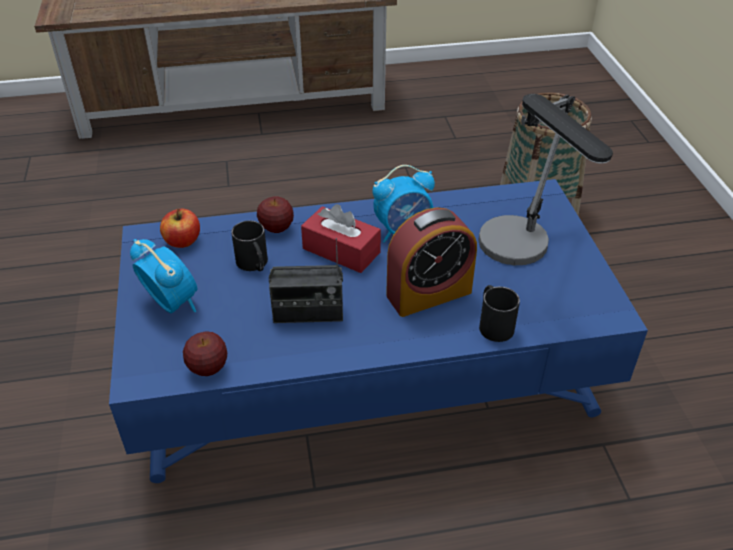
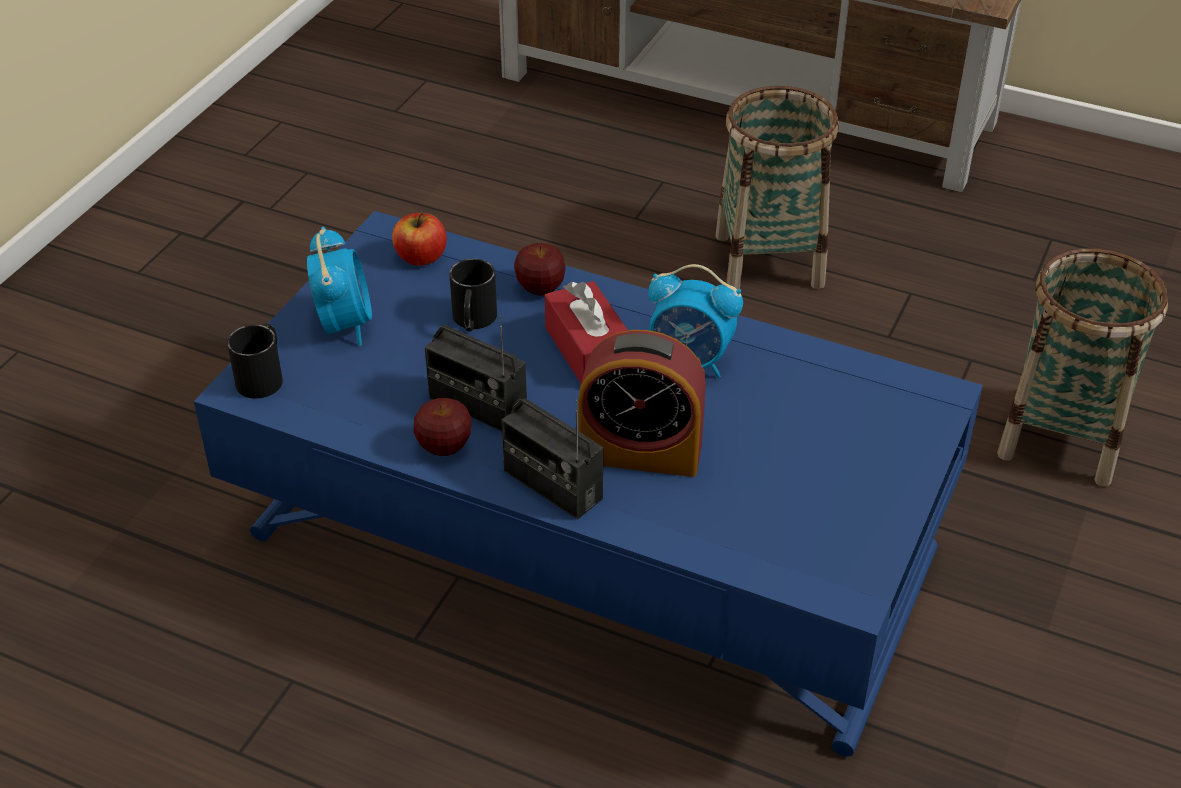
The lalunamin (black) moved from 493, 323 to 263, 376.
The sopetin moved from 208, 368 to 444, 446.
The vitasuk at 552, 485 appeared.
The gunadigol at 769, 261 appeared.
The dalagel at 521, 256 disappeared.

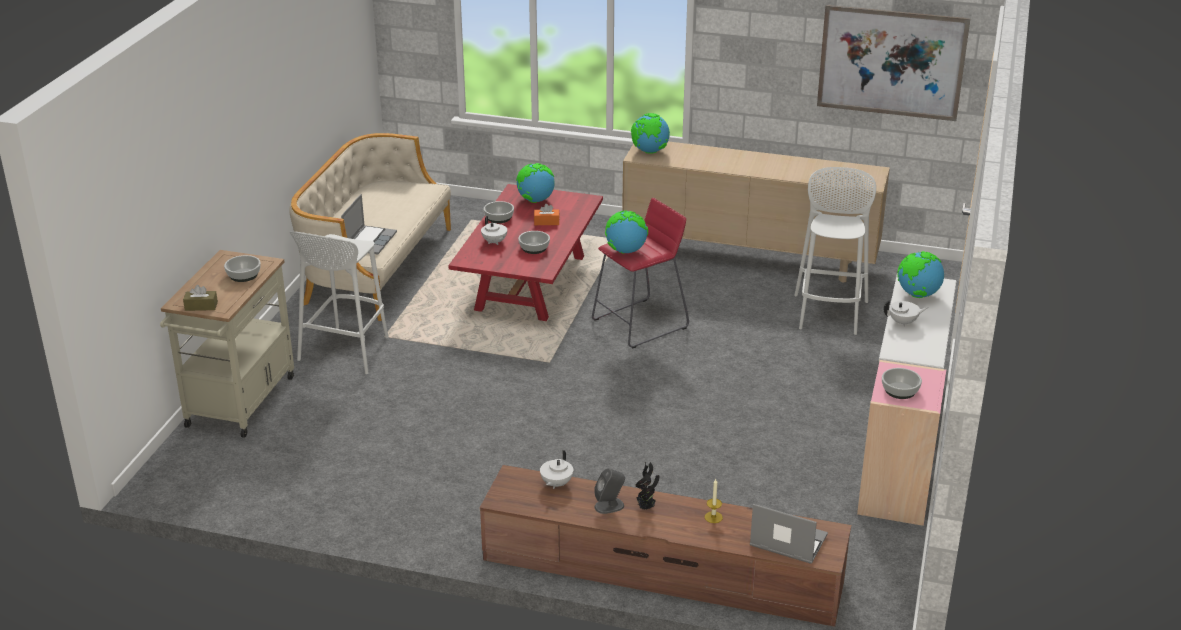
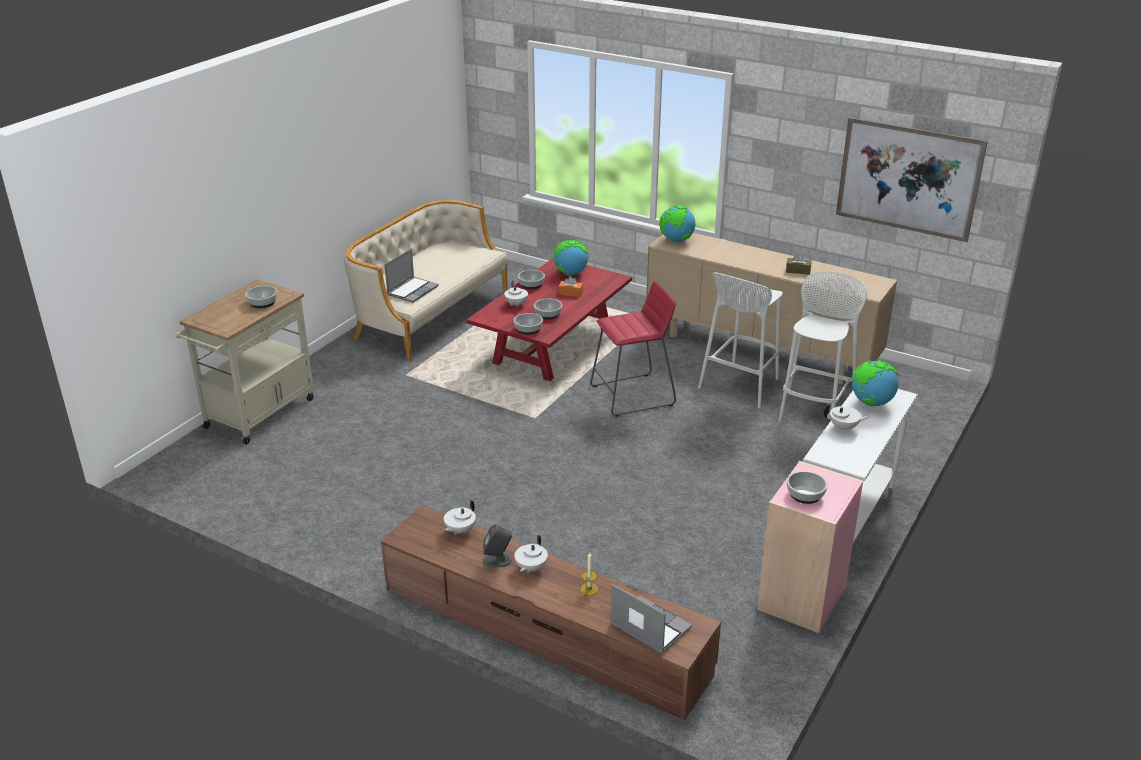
The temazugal at 528, 329 appeared.
The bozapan at 646, 508 was replaced by the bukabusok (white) at 530, 568.
The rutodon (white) moved from 346, 351 to 740, 385.
The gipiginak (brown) moved from 201, 306 to 798, 271.
The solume at 625, 251 disappeared.

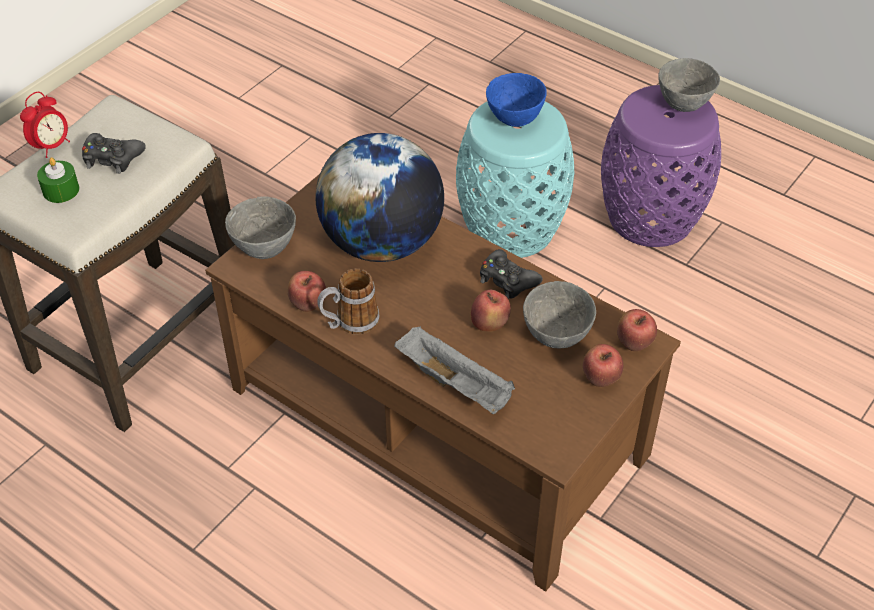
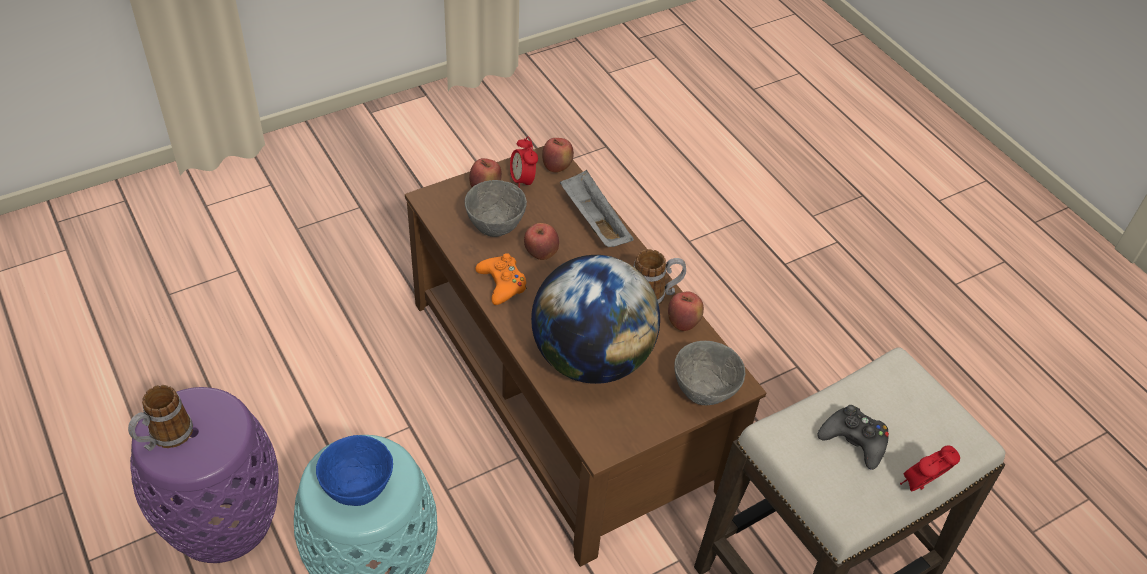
The temazugal (grey) at 683, 104 was replaced by the lalunamin at 165, 438.
The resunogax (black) at 507, 280 became the resunogax (orange) at 502, 284.
The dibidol at 522, 181 appeared.
The sopetin moved from 634, 344 to 557, 167.
The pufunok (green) at 61, 190 disappeared.

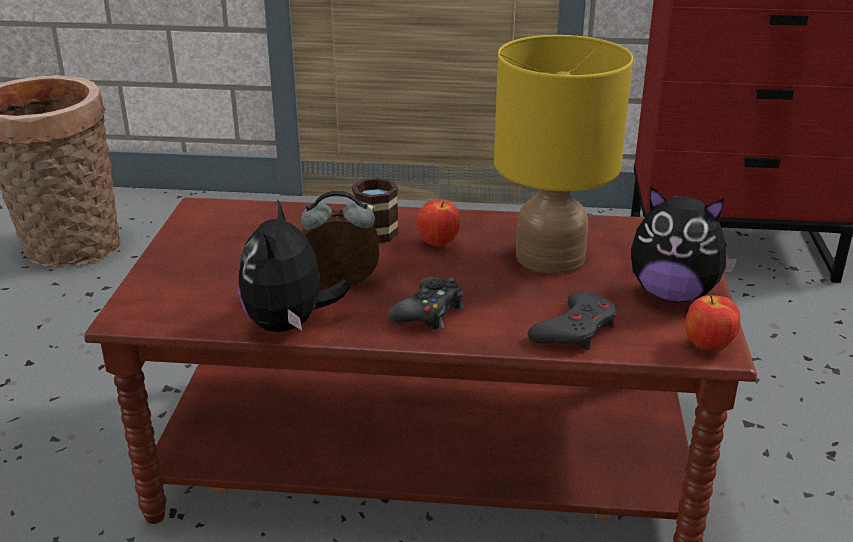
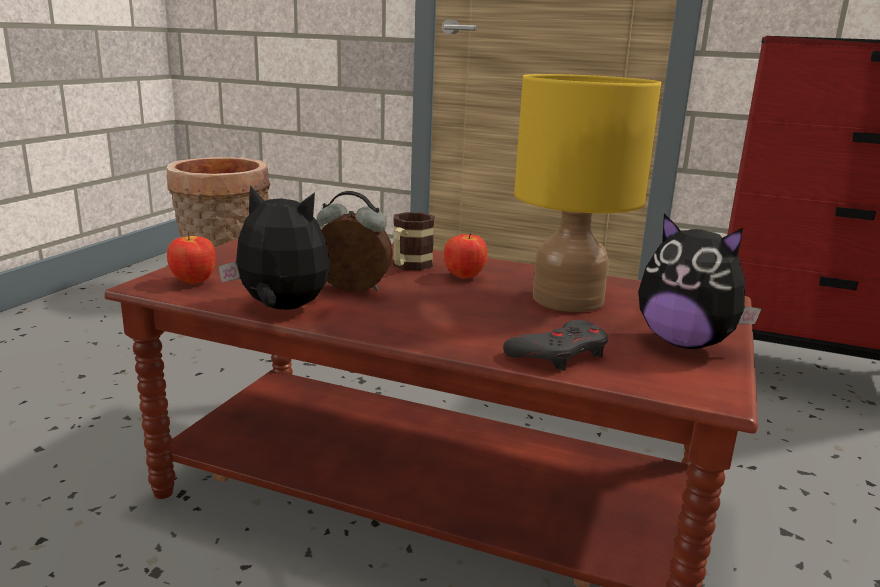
The sopetin moved from 708, 347 to 193, 282.
The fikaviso at 290, 325 turned 90 degrees clockwise.
The resunogax (black) at 428, 312 disappeared.

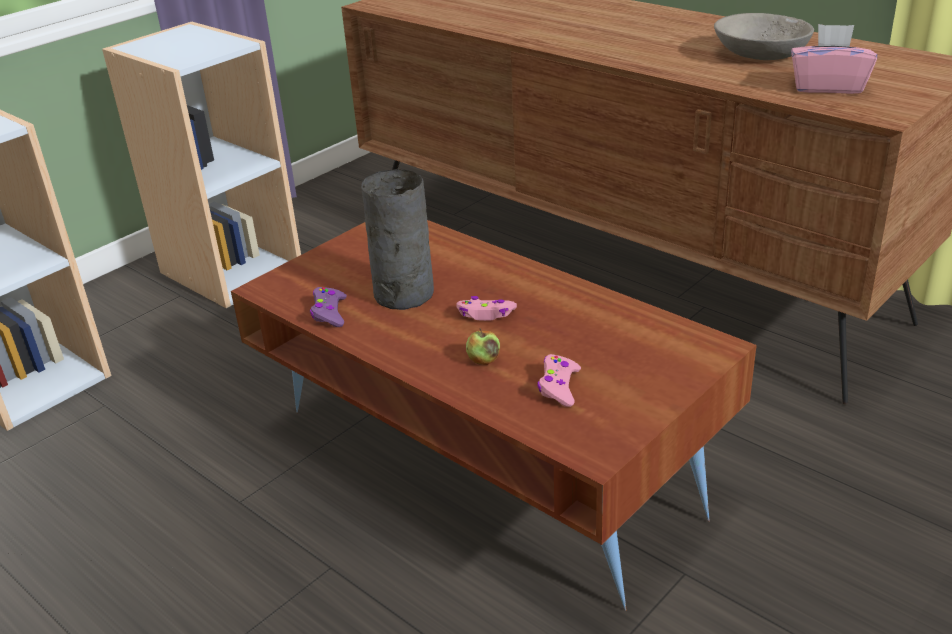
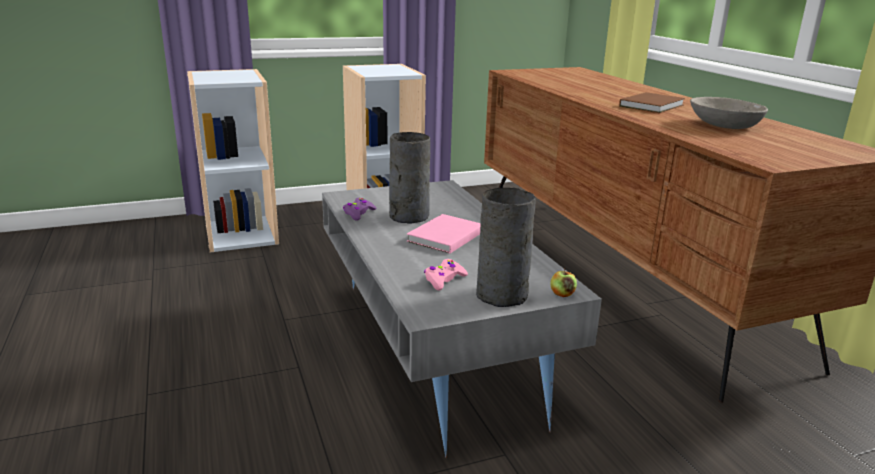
The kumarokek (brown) at 487, 461 became the kumarokek (grey) at 436, 348.
The resunogax (pink) at 486, 314 was replaced by the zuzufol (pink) at 444, 237.
The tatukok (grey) at 503, 295 appeared.
The sopetin moved from 483, 360 to 562, 294.
The zuzufol (brown) at 653, 105 appeared.
The gipiginak (pink) at 827, 86 disappeared.

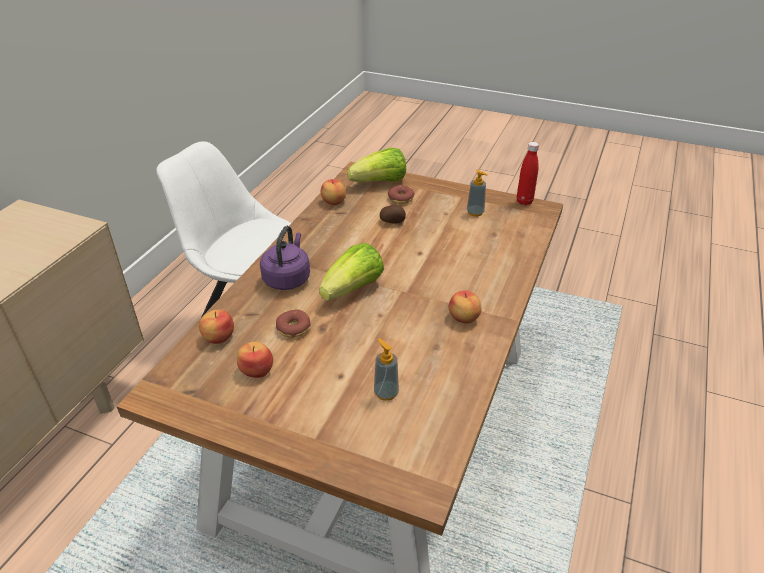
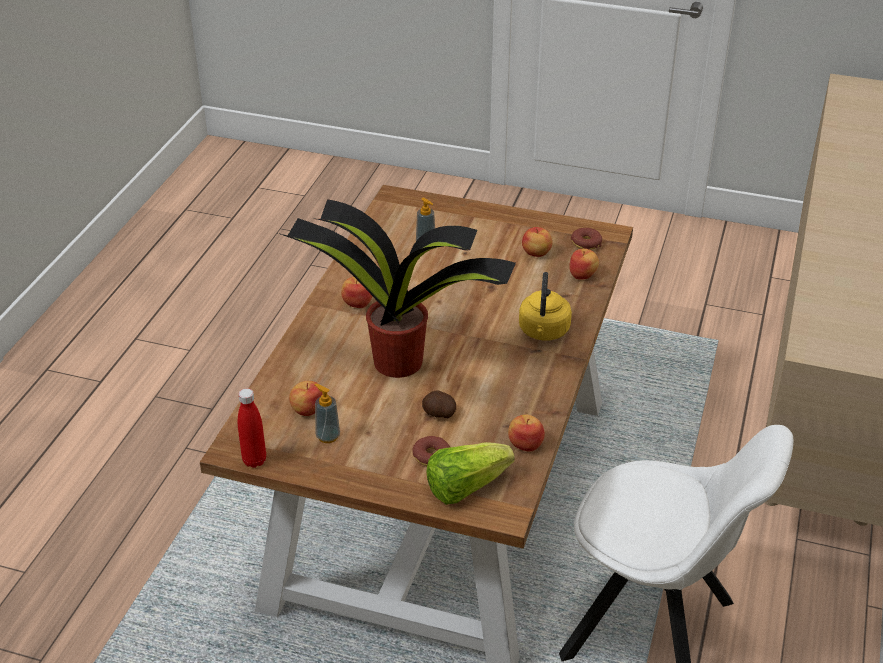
The bozapan at 395, 360 appeared.
The sopetin at 307, 409 appeared.
The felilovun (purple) at 287, 278 became the felilovun (yellow) at 543, 332.
The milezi moved from 293, 328 to 586, 243.
The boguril at 353, 289 disappeared.

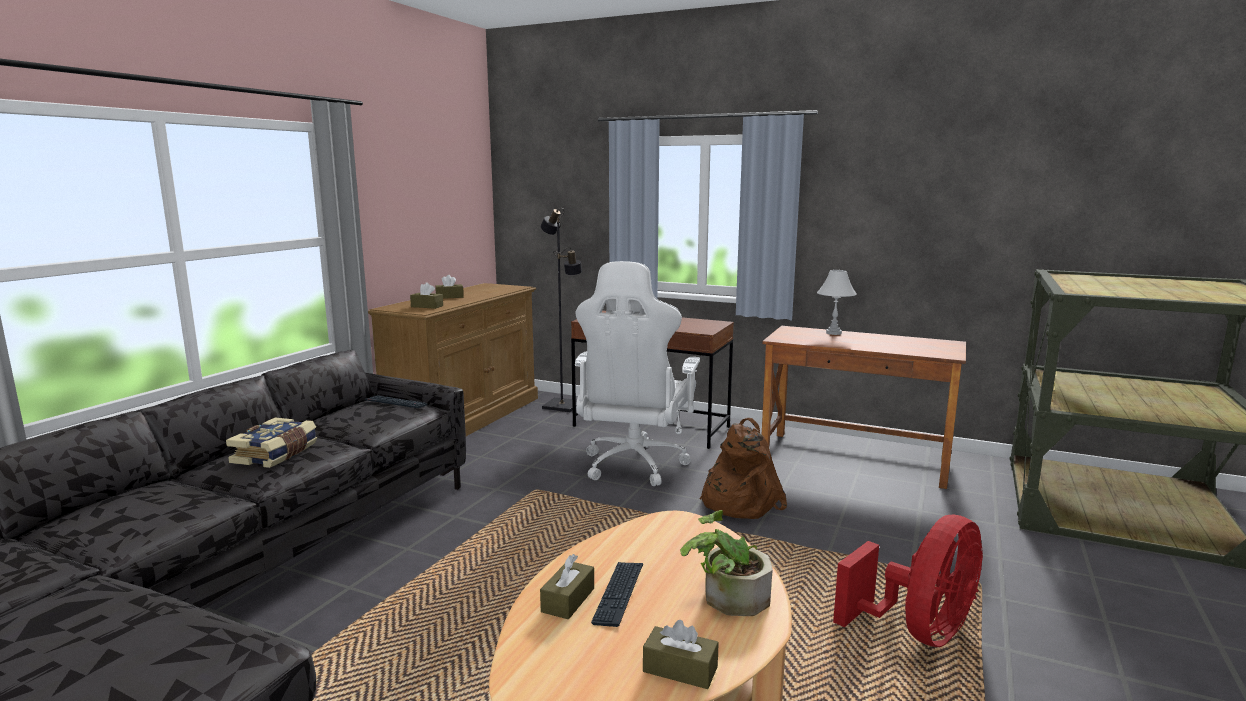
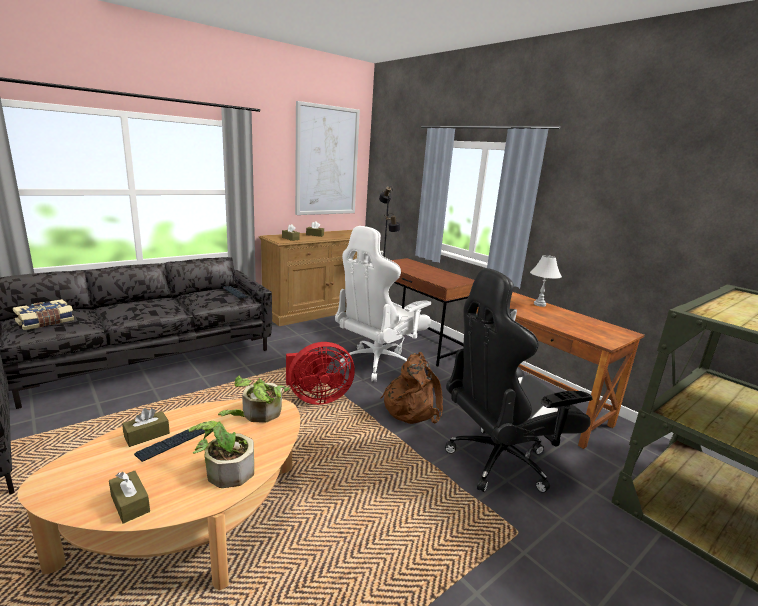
The zuzufol moved from 276, 454 to 46, 322.
The bozapan at 262, 415 appeared.
The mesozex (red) moved from 919, 632 to 317, 398.
The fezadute at 326, 161 appeared.
The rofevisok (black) at 503, 460 appeared.

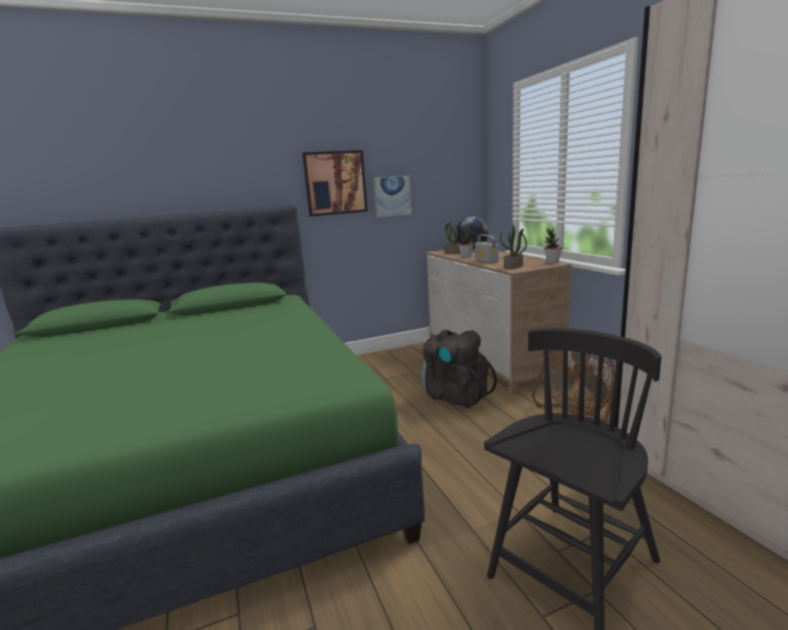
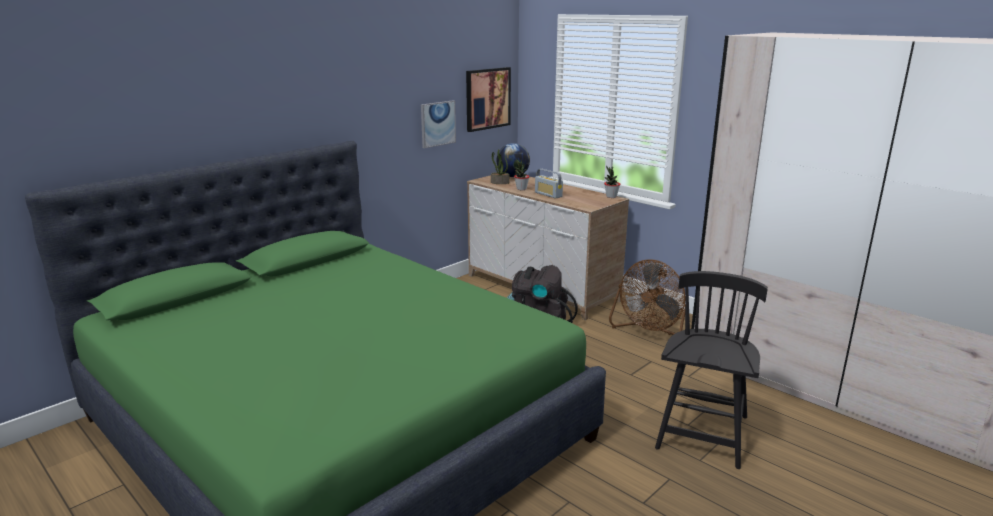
The fezadute moved from 335, 183 to 487, 98.
The bozapan at 513, 267 disappeared.

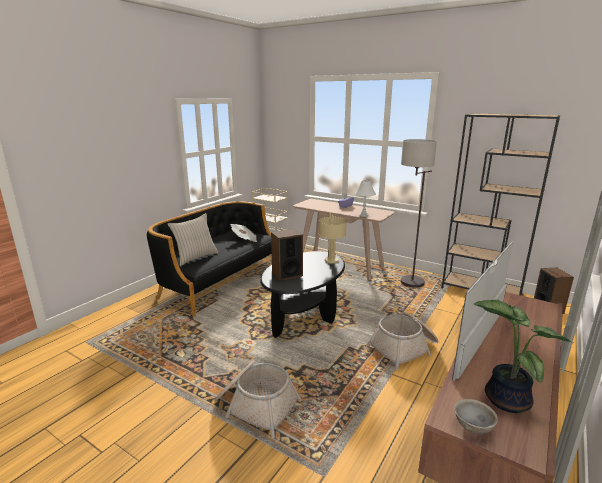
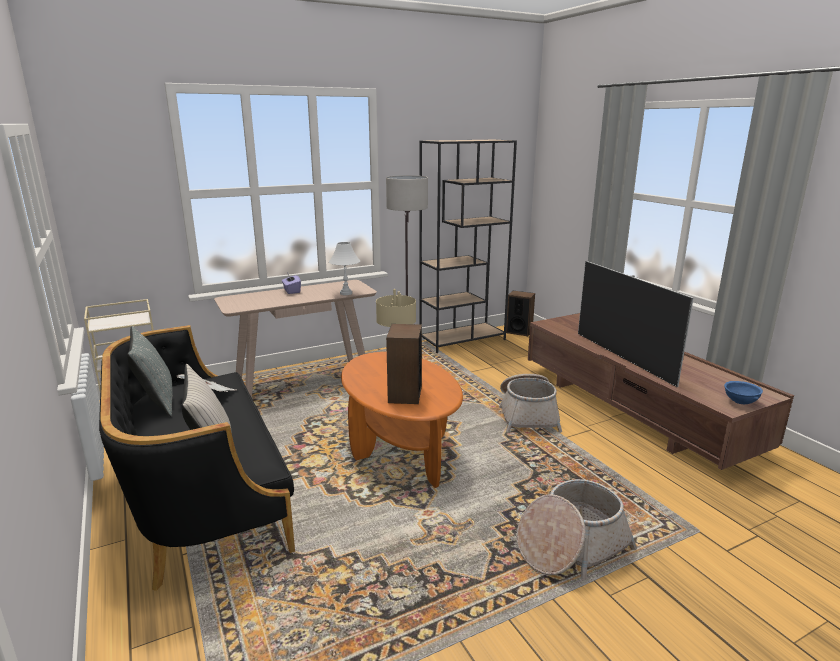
The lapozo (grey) at 156, 402 appeared.
The kumarokek (black) at 304, 314 became the kumarokek (orange) at 400, 448.
The temazugal (grey) at 472, 427 became the temazugal (blue) at 740, 402.
The bozapan at 504, 398 disappeared.

